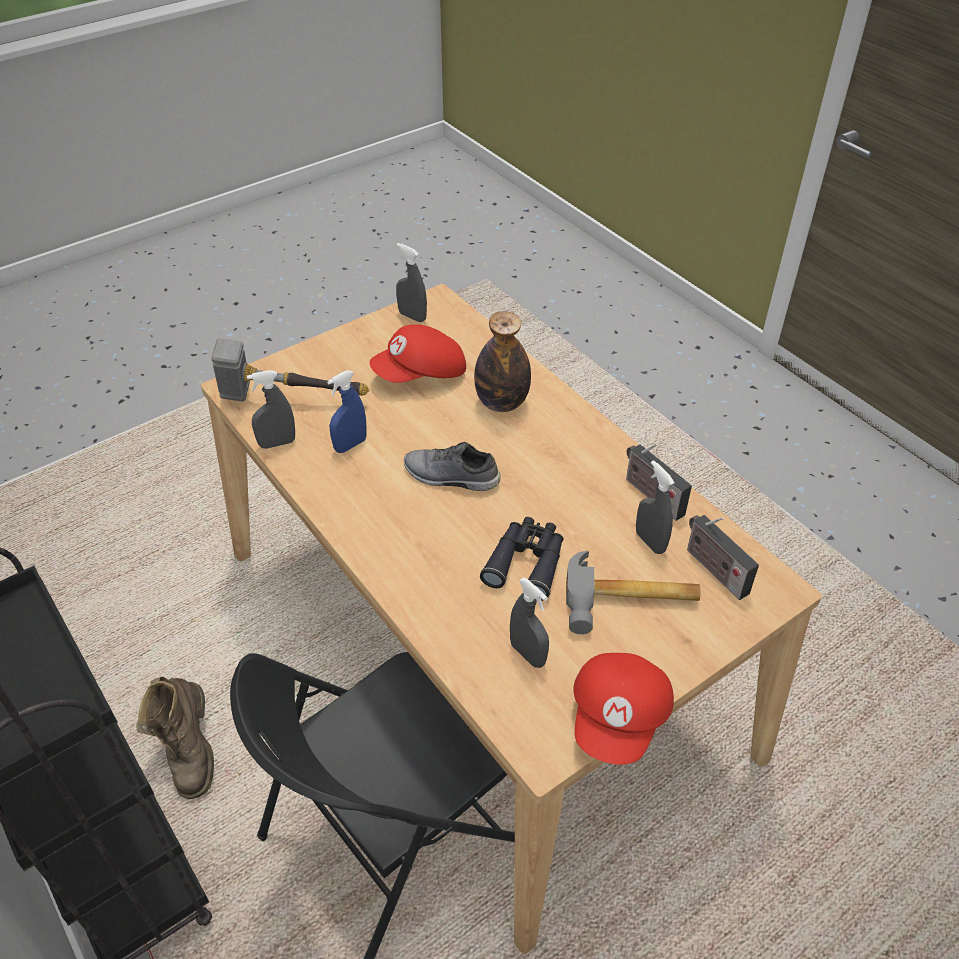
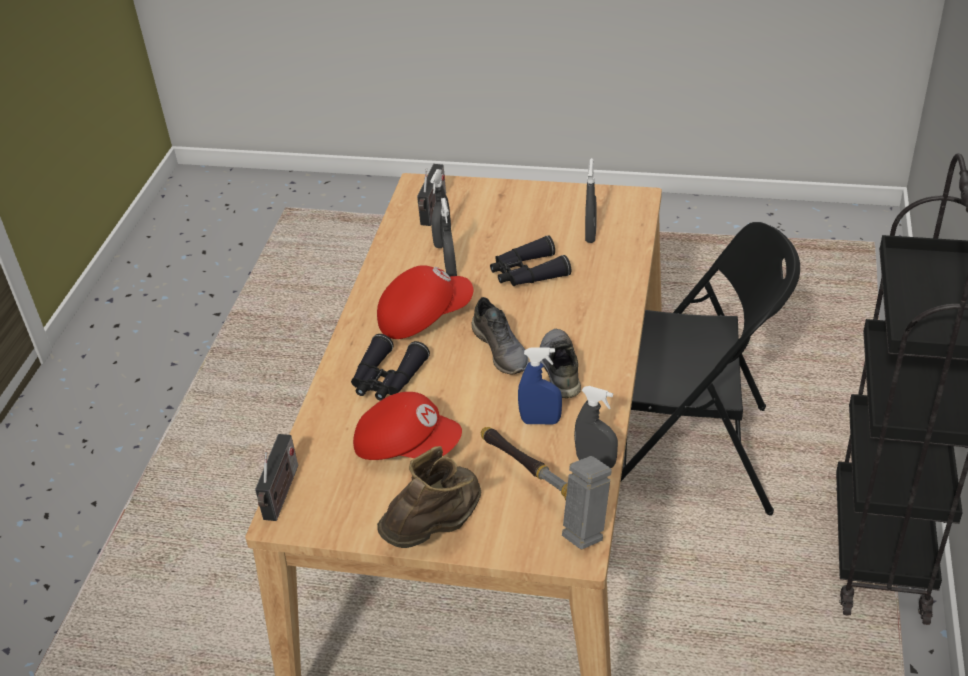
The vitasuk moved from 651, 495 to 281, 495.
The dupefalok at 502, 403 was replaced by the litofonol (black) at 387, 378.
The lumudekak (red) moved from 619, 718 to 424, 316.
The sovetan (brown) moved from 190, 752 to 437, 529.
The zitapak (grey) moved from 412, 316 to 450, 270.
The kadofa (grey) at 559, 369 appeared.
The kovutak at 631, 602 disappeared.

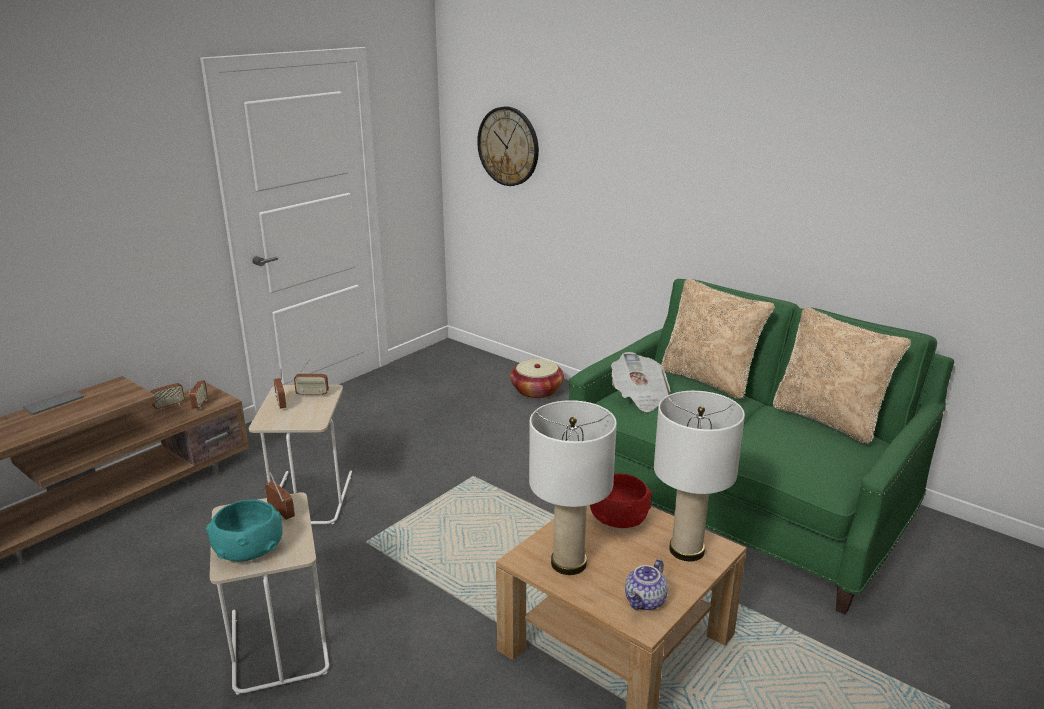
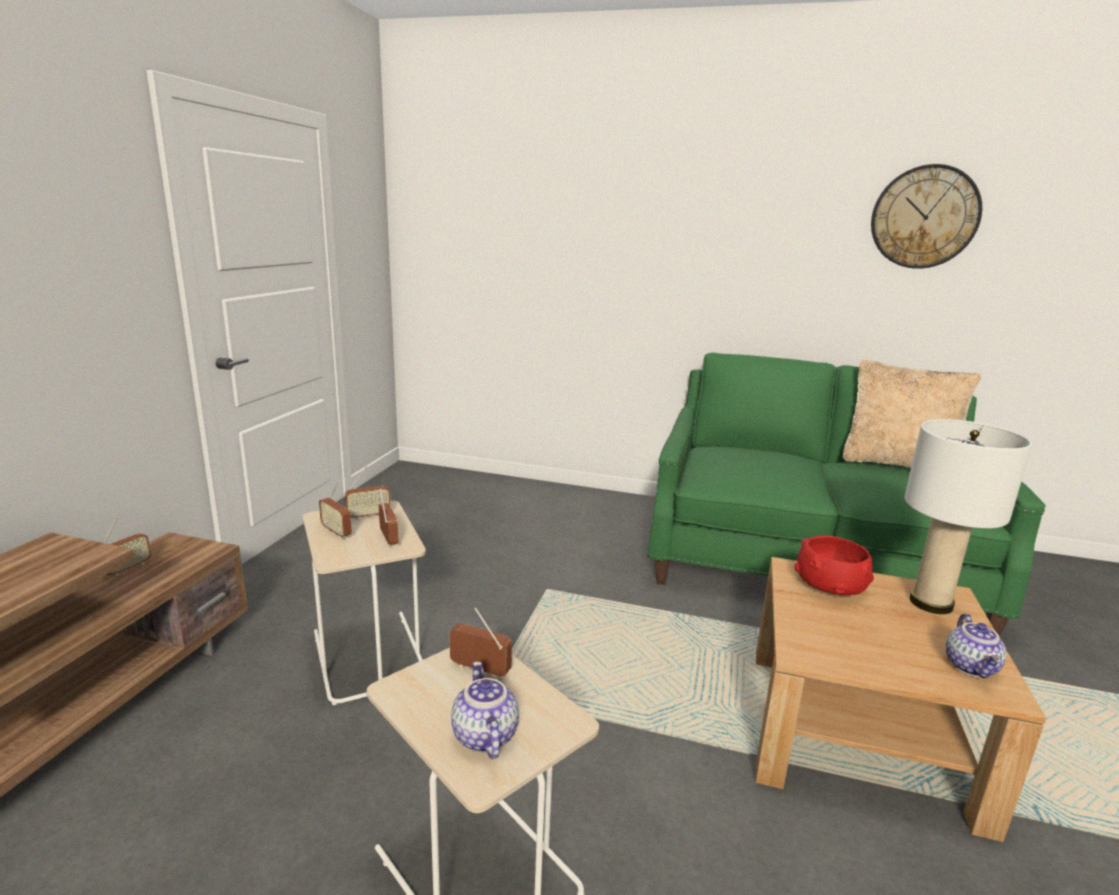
The vitasuk moved from 200, 404 to 388, 539.
The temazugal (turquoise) at 248, 548 was replaced by the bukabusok at 483, 736.
The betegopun moved from 508, 146 to 924, 217.
The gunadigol at 536, 391 disappeared.
The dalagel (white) at 569, 563 disappeared.
The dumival at 640, 397 disappeared.
The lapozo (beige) at 708, 382 disappeared.

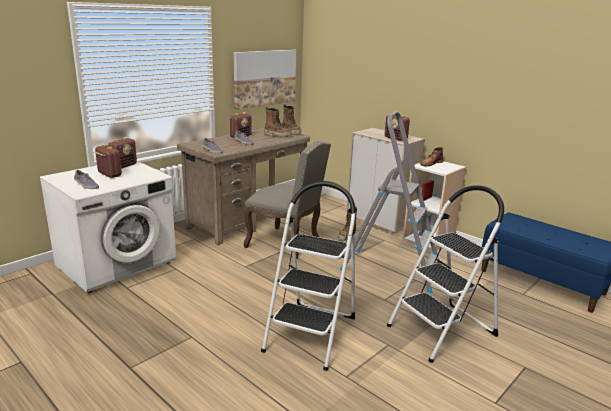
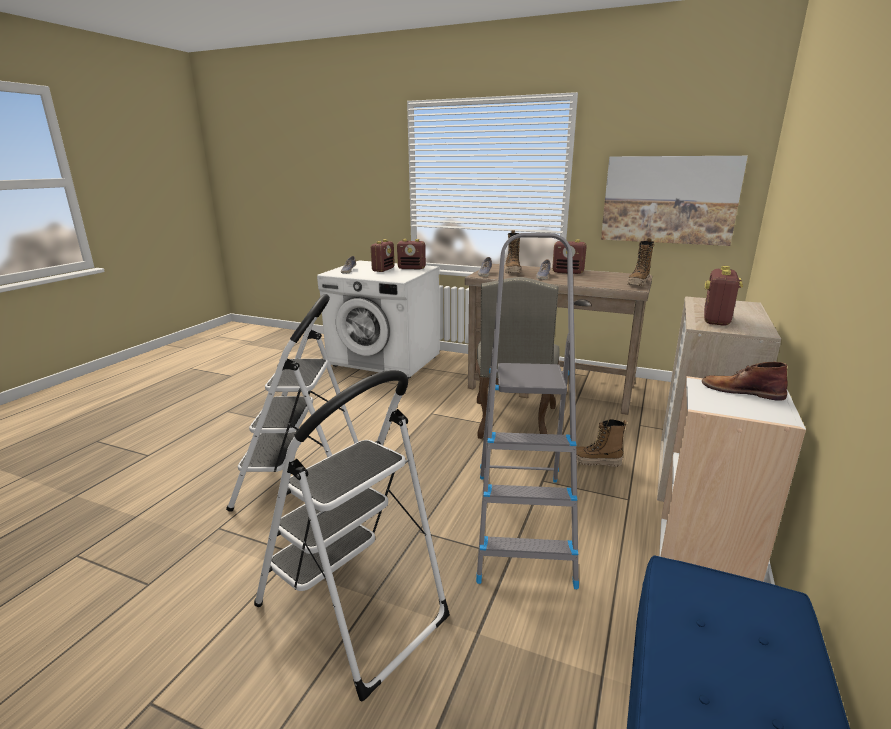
The sovetan moved from 277, 136 to 512, 271.

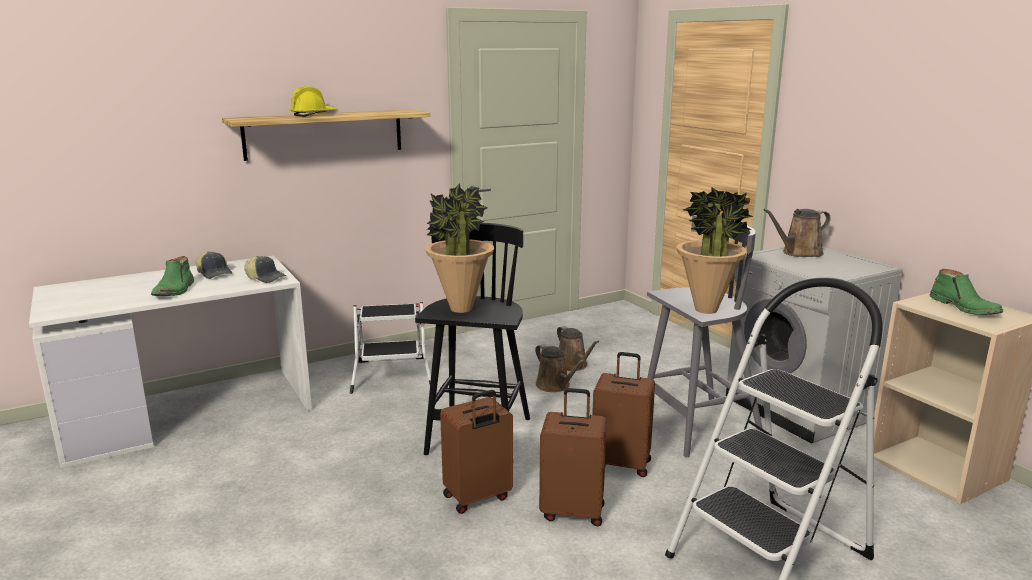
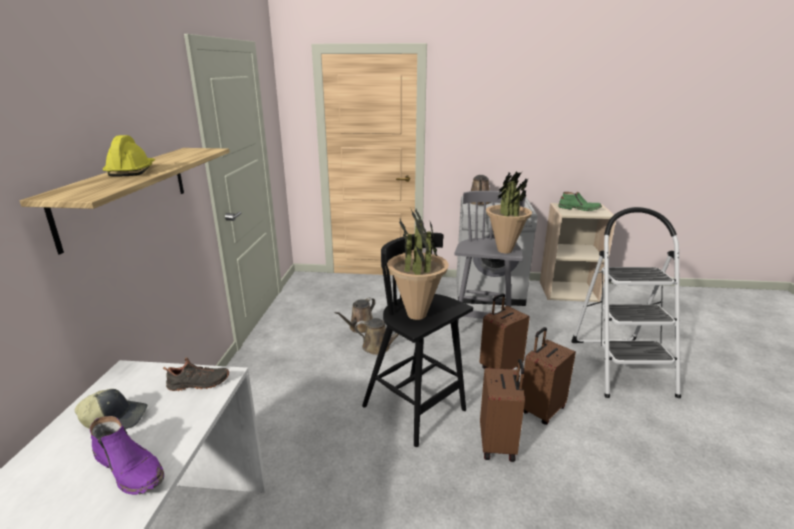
The sovetan (green) at 175, 290 became the sovetan (purple) at 131, 469.
The lumudekak at 266, 278 was replaced by the kadofa (black) at 198, 384.
The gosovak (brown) at 573, 365 turned 120 degrees clockwise.
The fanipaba at 392, 375 disappeared.

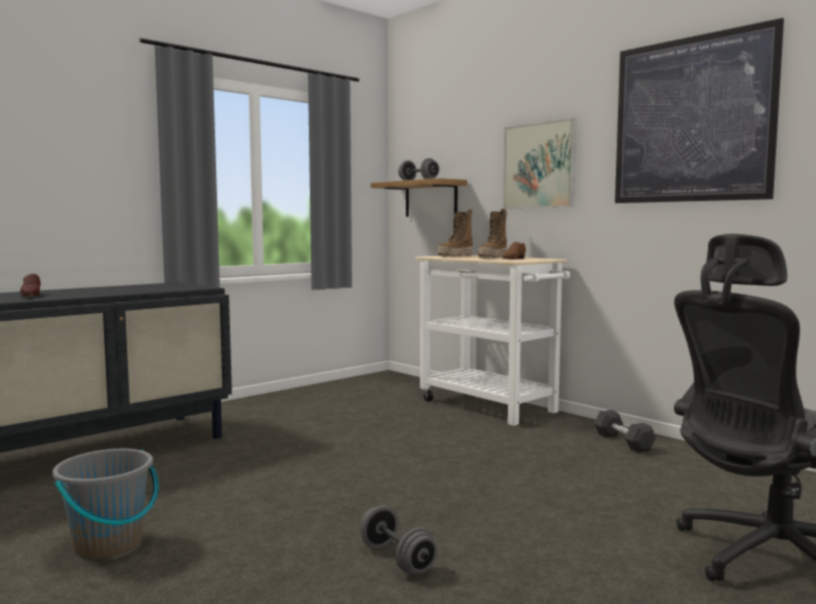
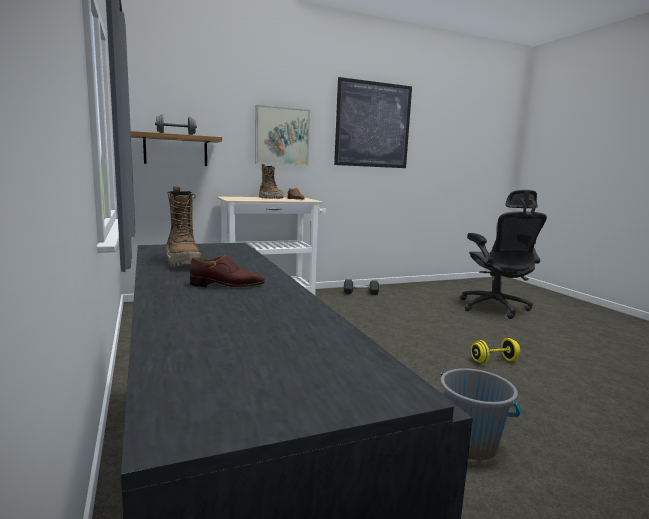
The sovetan moved from 455, 256 to 182, 262.
The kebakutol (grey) at 397, 559 became the kebakutol (yellow) at 494, 361.

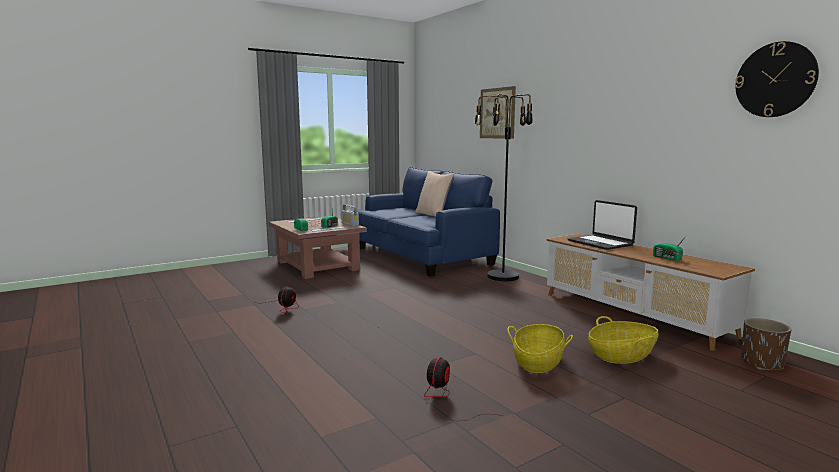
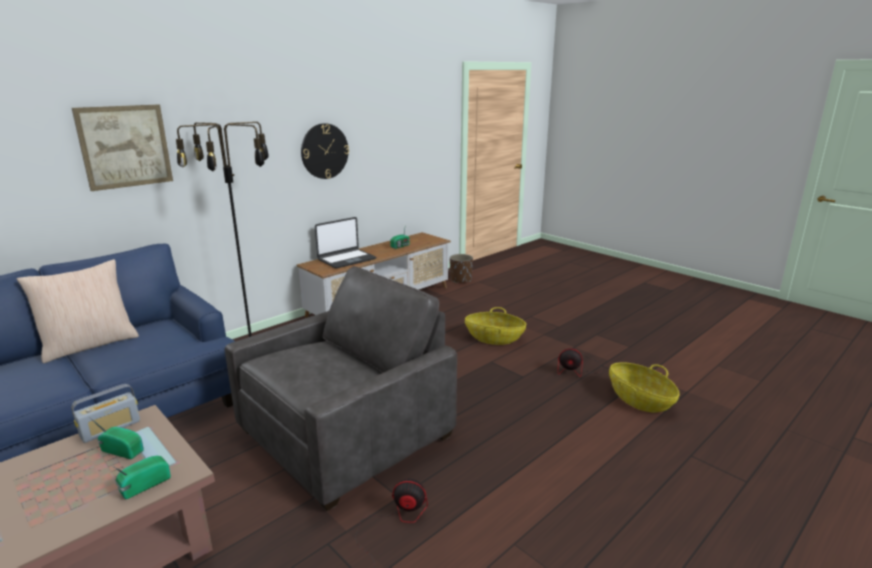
The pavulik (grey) at 346, 433 appeared.
The betegopun moved from 775, 80 to 324, 151.
The gunadigol moved from 621, 355 to 639, 400.

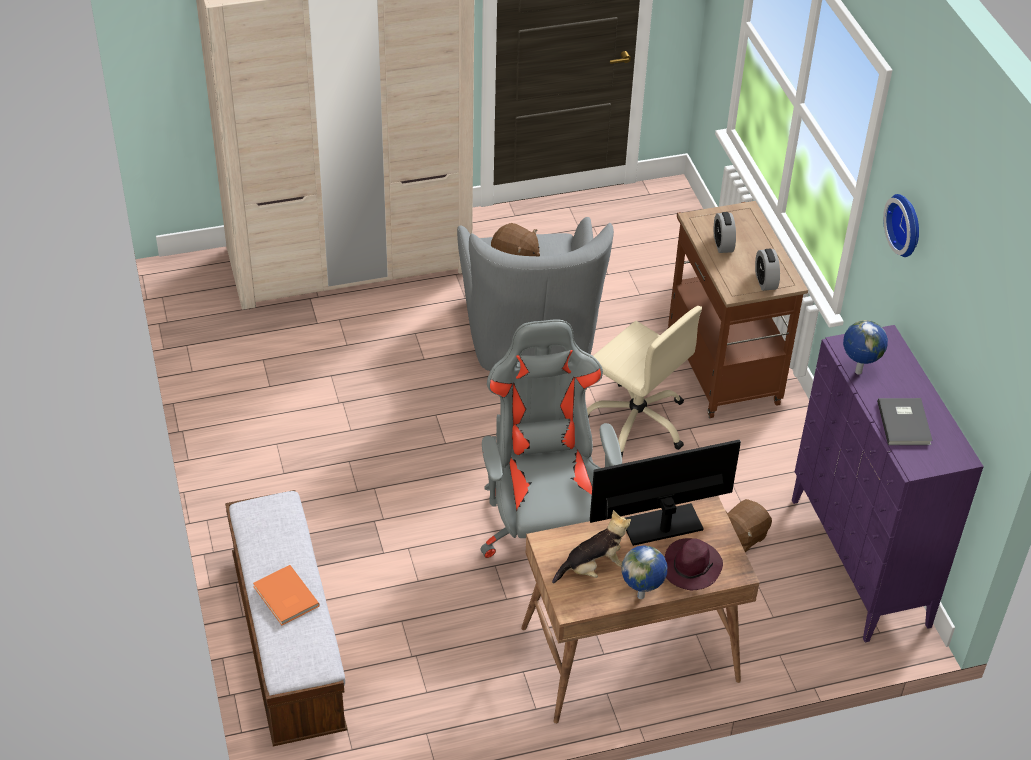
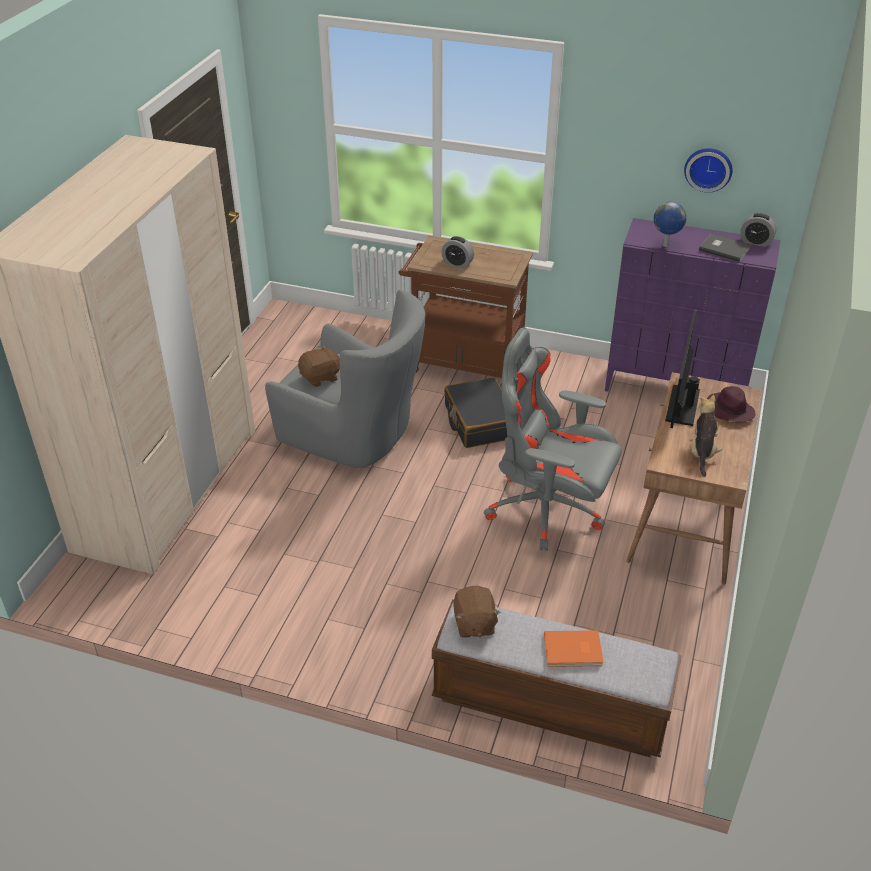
The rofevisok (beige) at 636, 421 was replaced by the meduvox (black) at 479, 422.
The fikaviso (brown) moved from 742, 536 to 474, 624.
The betegopun moved from 907, 224 to 708, 168.
The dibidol moved from 765, 281 to 755, 242.
The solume at 642, 596 disappeared.

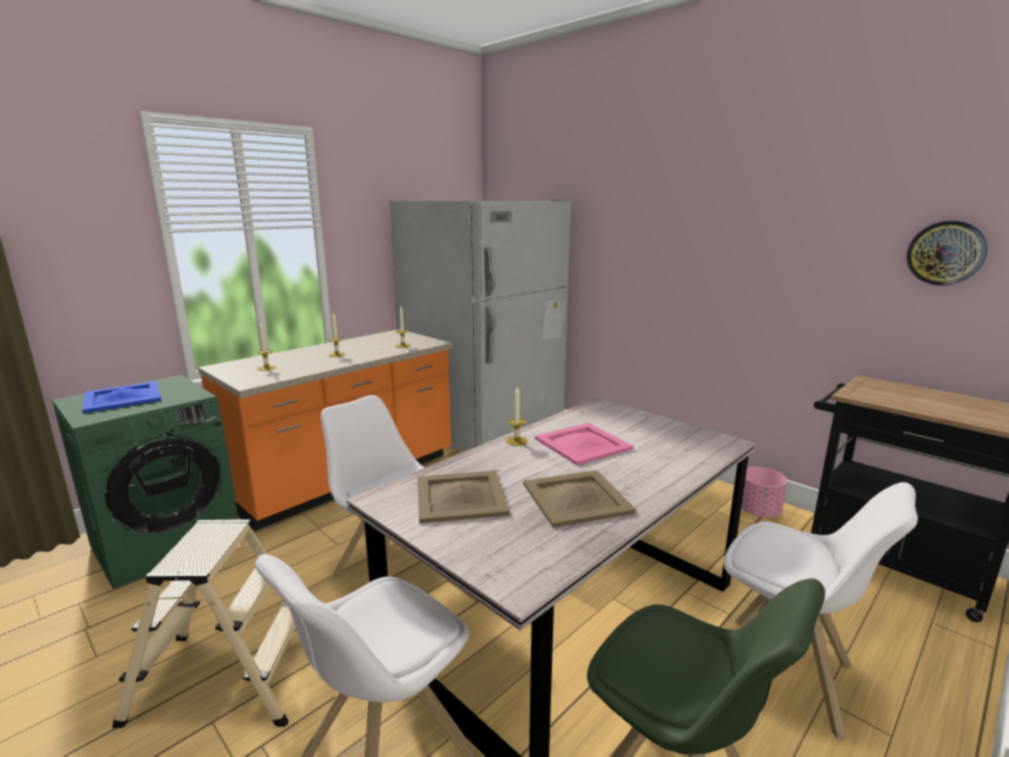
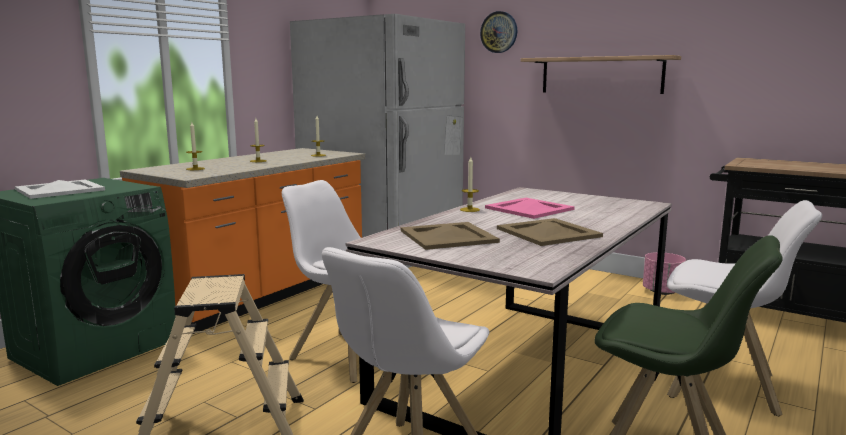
The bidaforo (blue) at 123, 397 became the bidaforo (white) at 60, 190.
The betegopun moved from 945, 253 to 499, 32.
The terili at 601, 75 appeared.

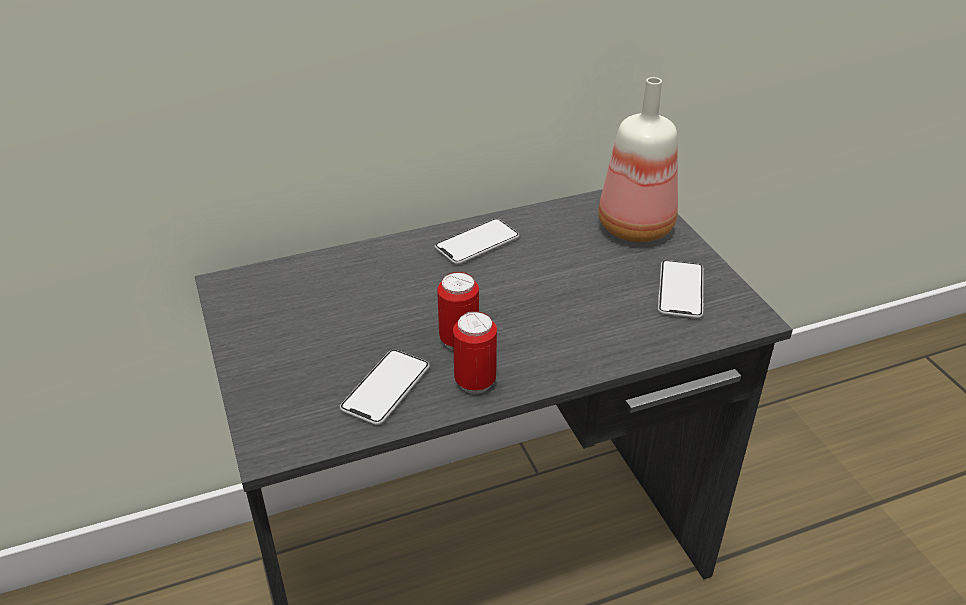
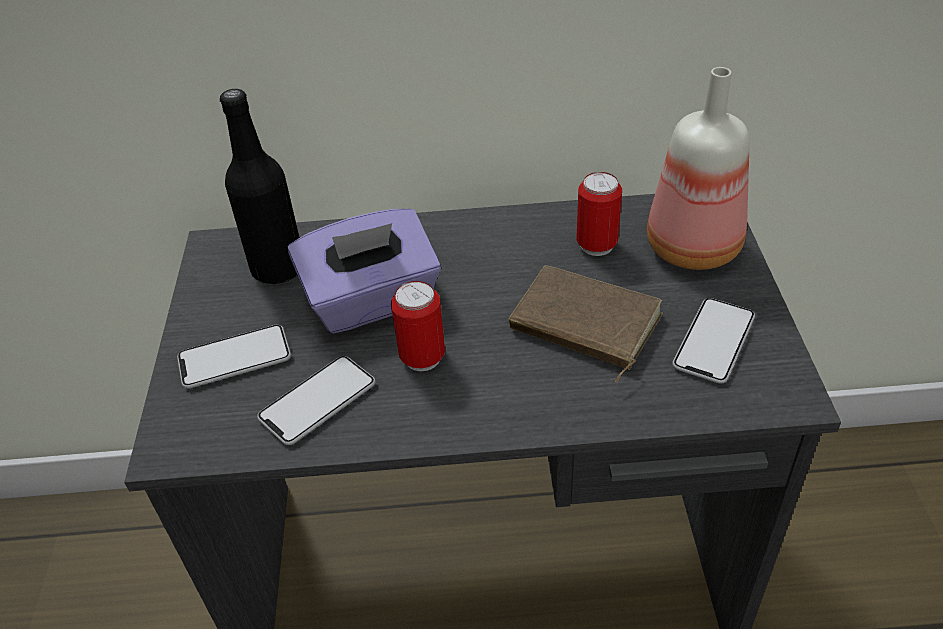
The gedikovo moved from 477, 243 to 234, 358.
The dupefalok (black) at 278, 268 appeared.
The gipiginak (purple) at 372, 302 appeared.
The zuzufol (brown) at 583, 325 appeared.
The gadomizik moved from 475, 382 to 596, 245.

